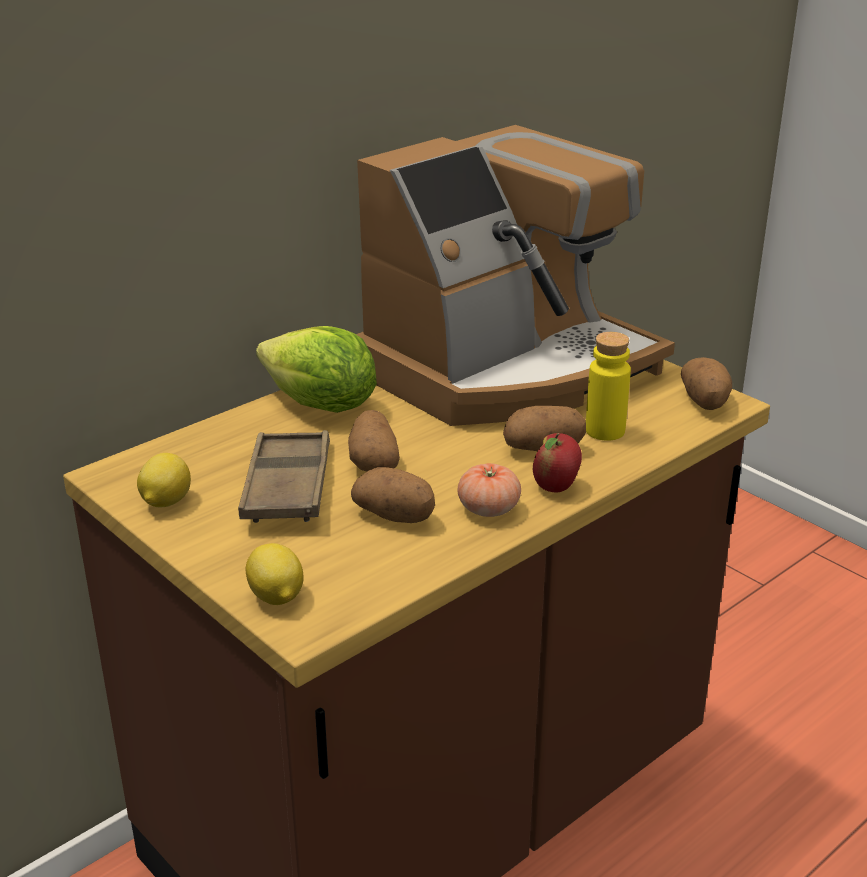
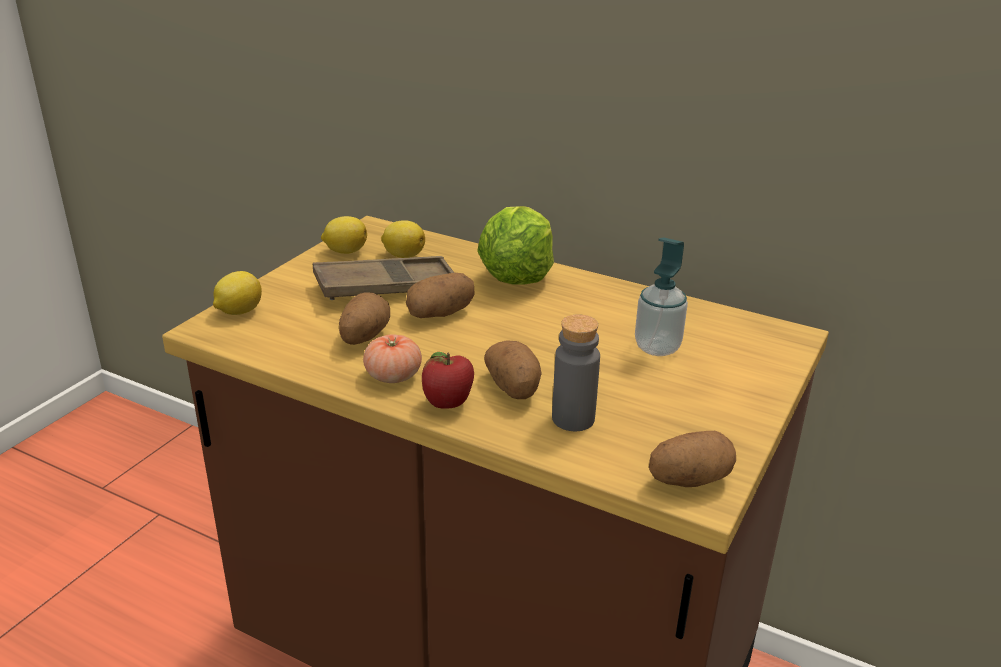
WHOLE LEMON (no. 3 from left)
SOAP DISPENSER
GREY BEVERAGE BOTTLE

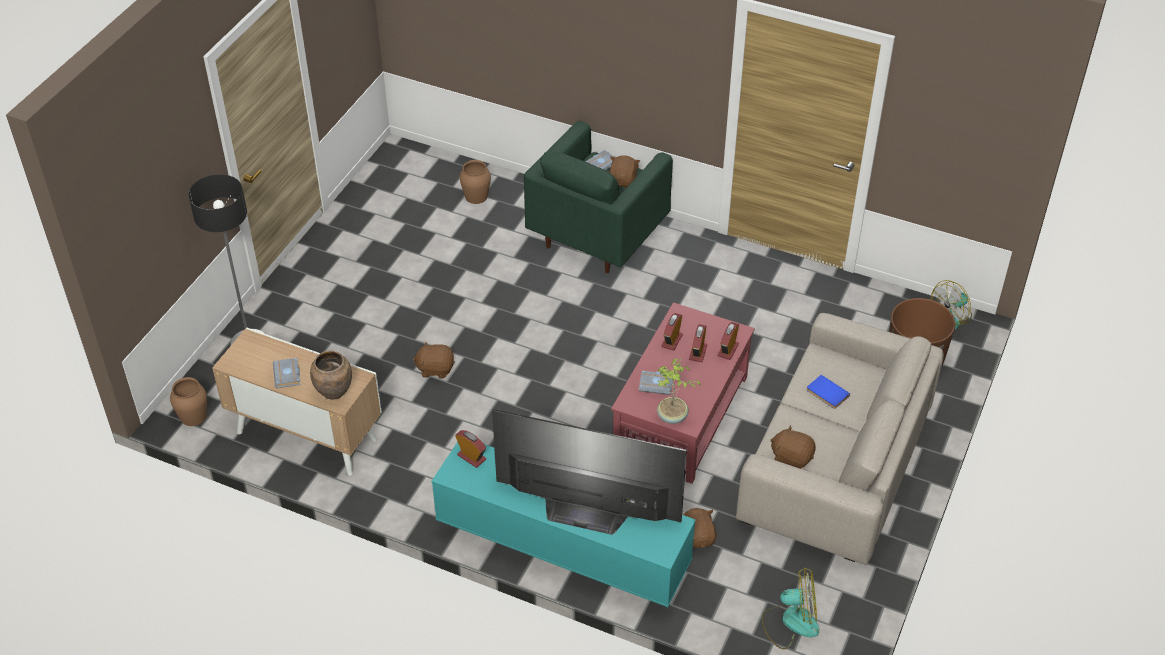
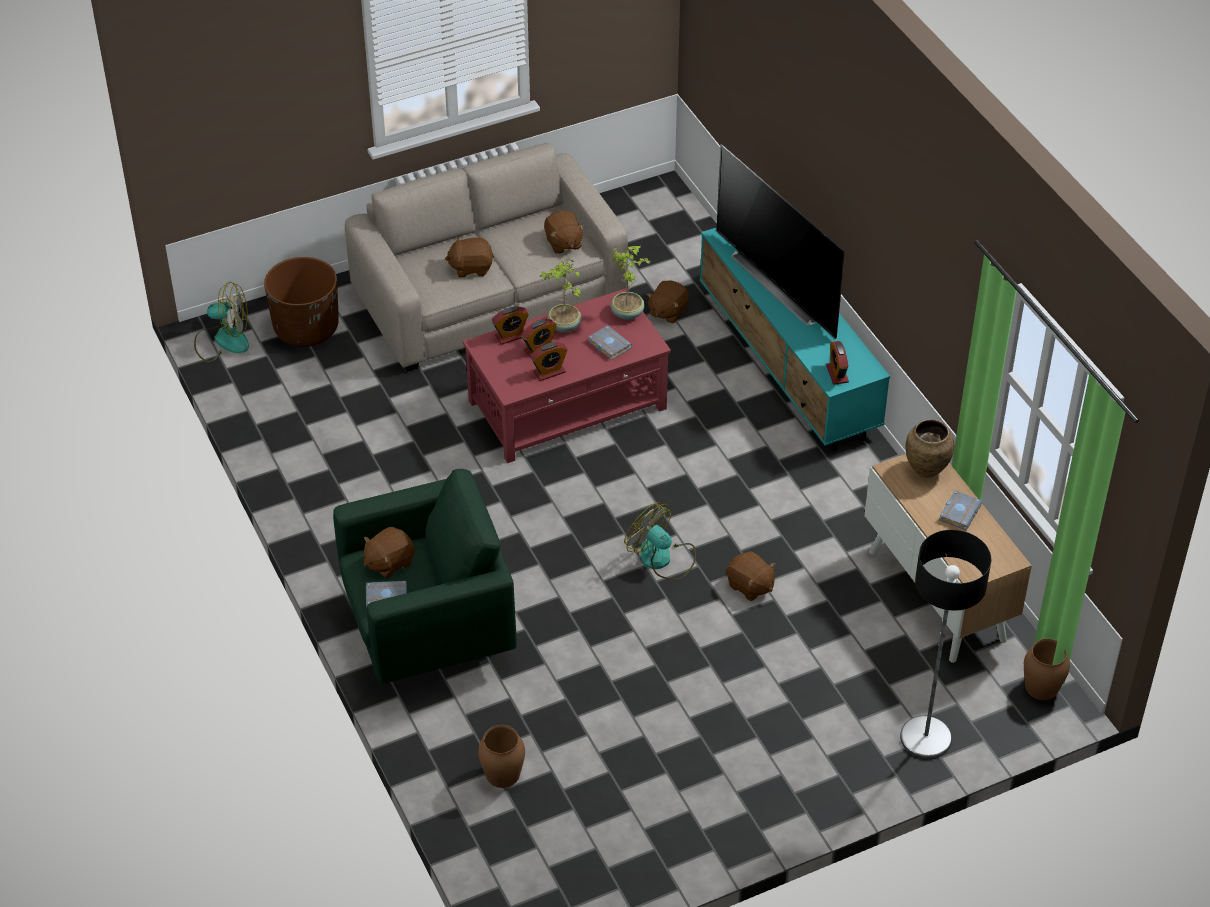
PLANT IN A POT (no. 1 from left)
FAN (no. 2 from left)
BROWN PLUSH TOY (no. 2 from left)

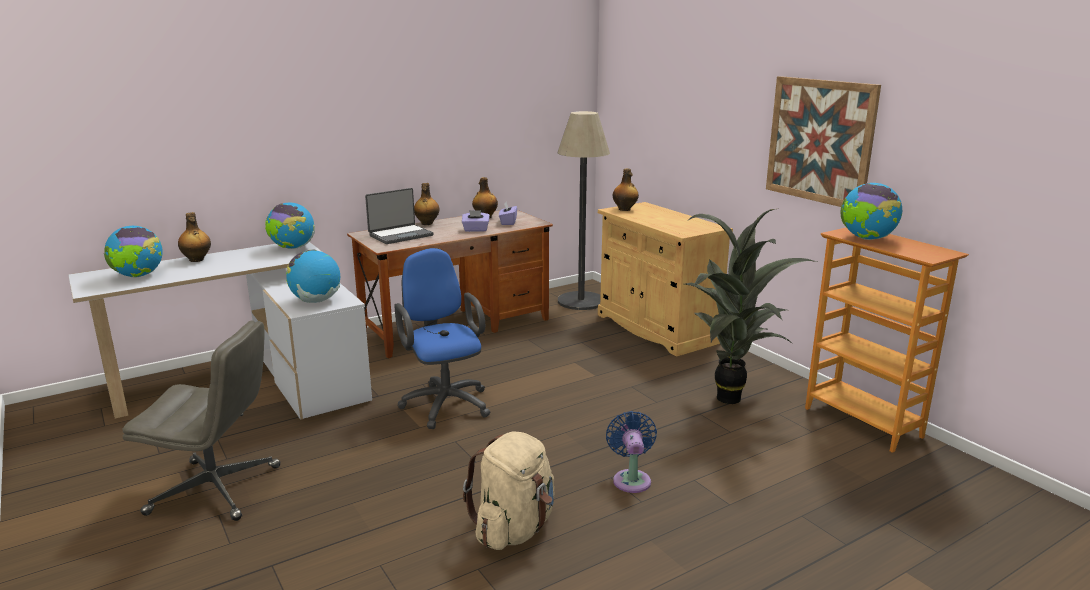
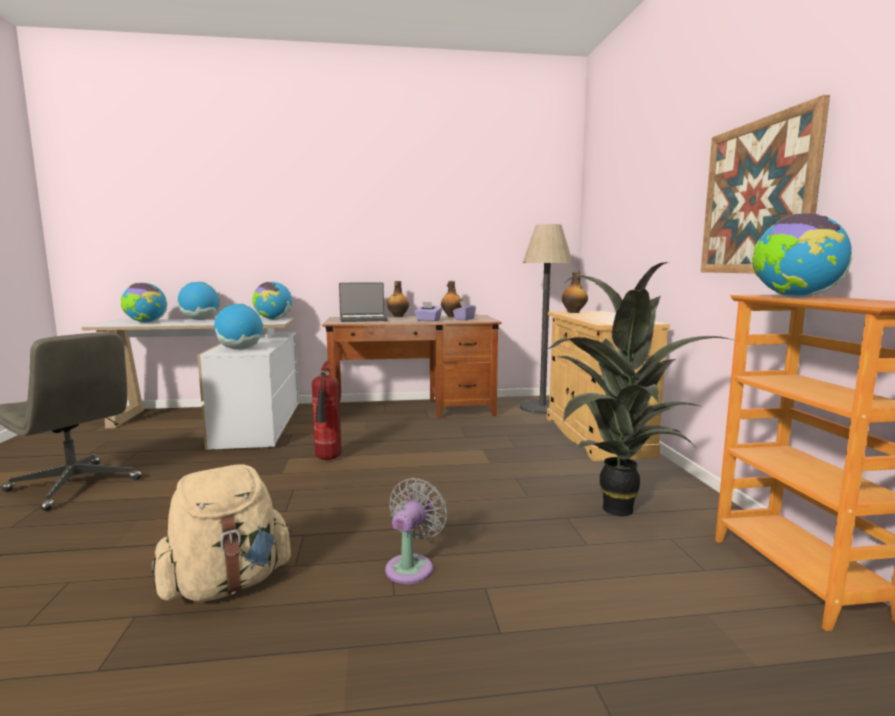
DESK GLOBE (no. 2 from left)
FIRE-FIGHTING CYLINDER
GREY FAN

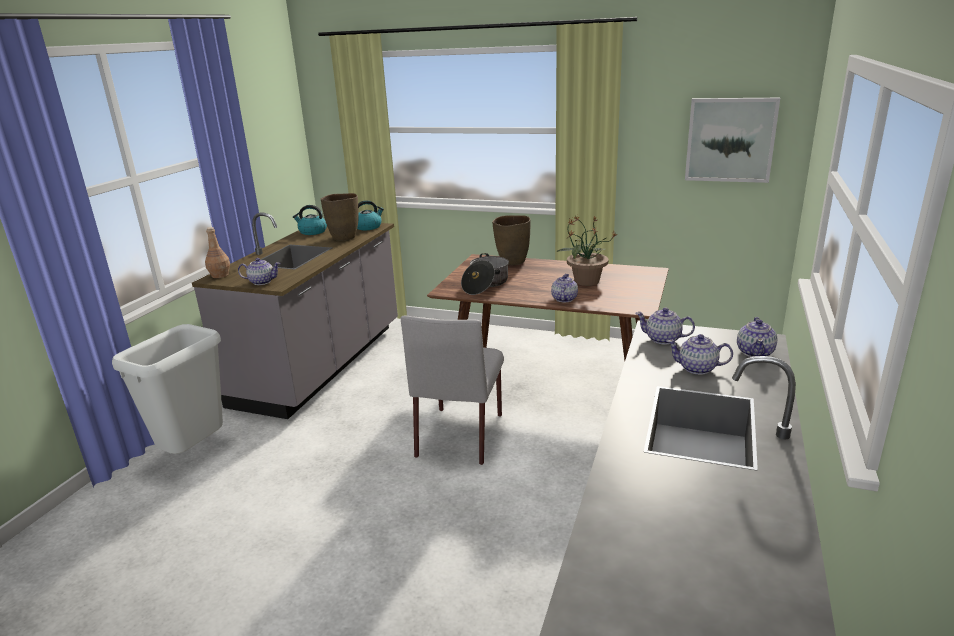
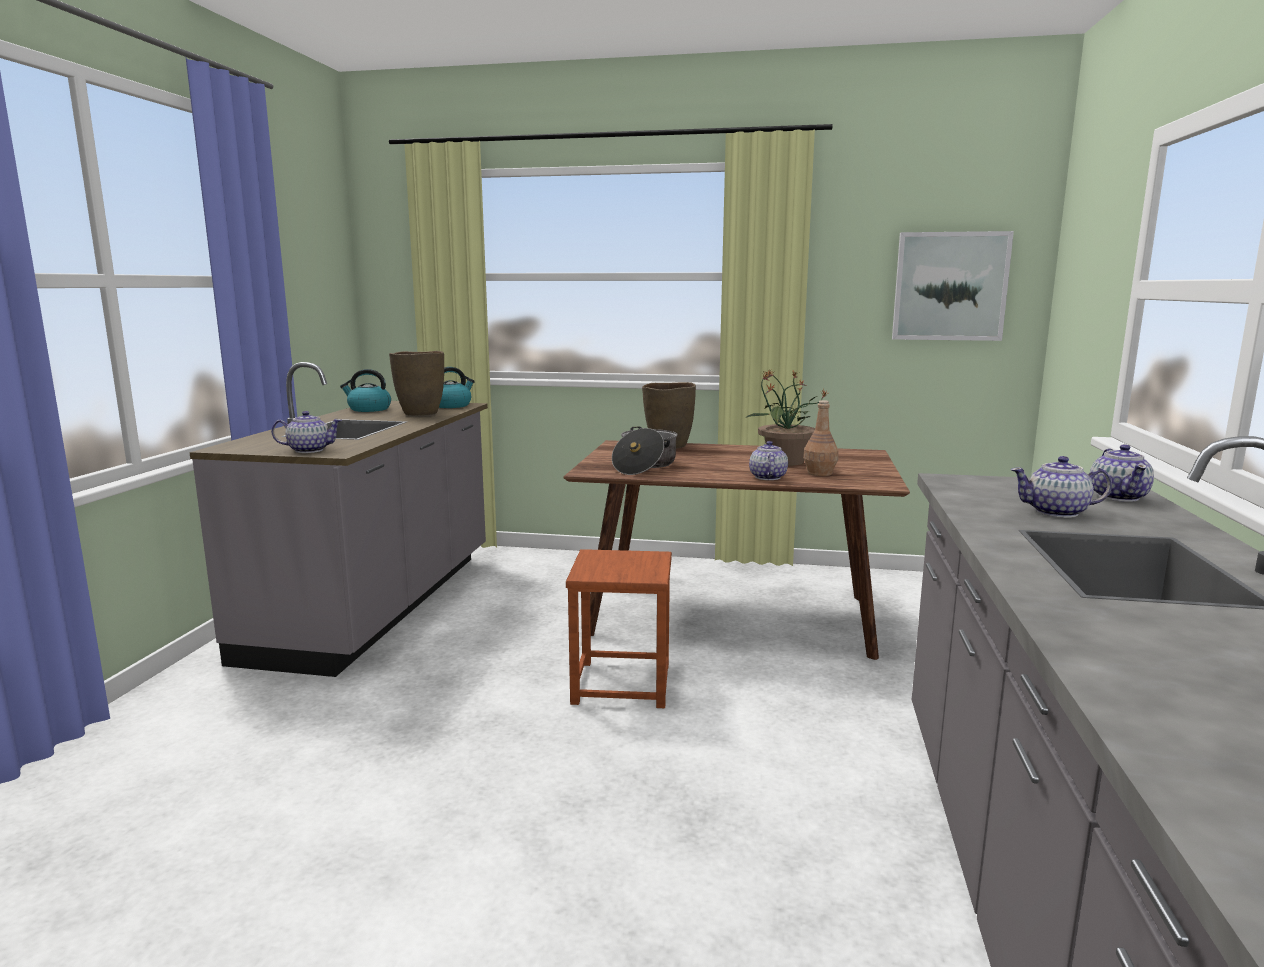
WHITISH RUBBISH BIN
POT FOR TEA (no. 3 from left in the first image)
BROWN BEVERAGE BOTTLE
BROWN STOOL

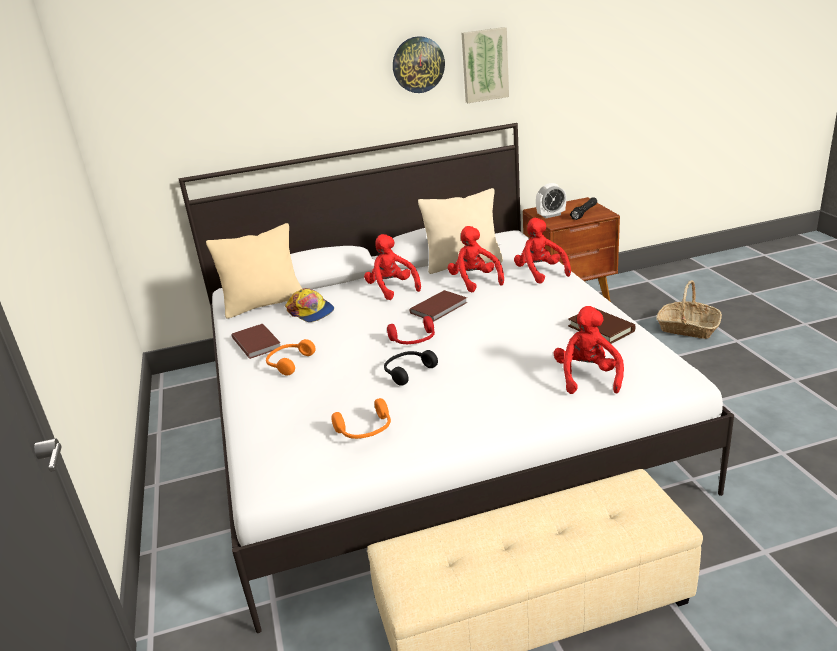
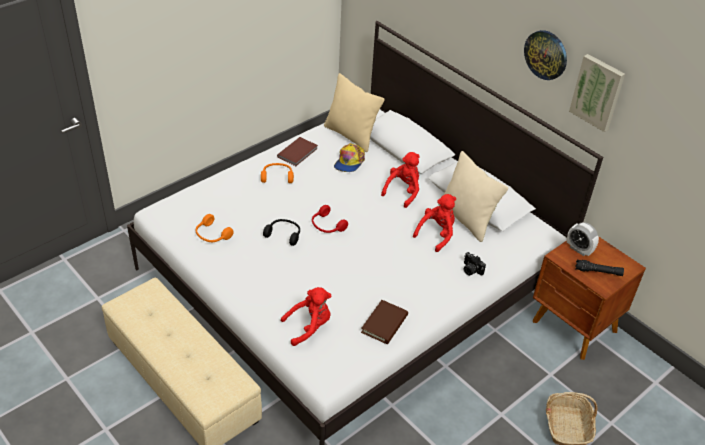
BROWN BOUND BOOK (no. 2 from left in the first image)
STILL CAMERA

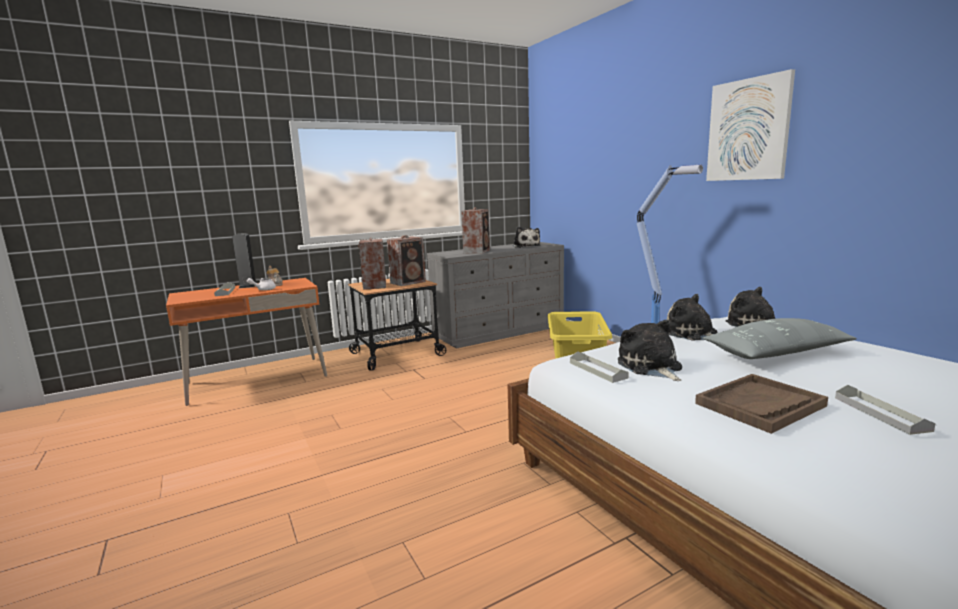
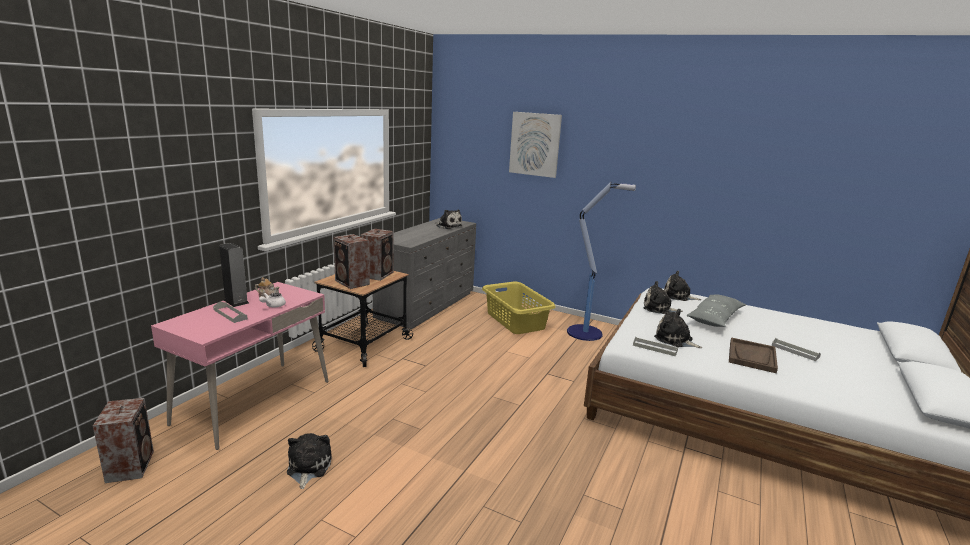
PLUSH TOY (no. 1 from left)
SPEAKER (no. 1 from left)
WALL PICTURE
PINK DESK UNIT

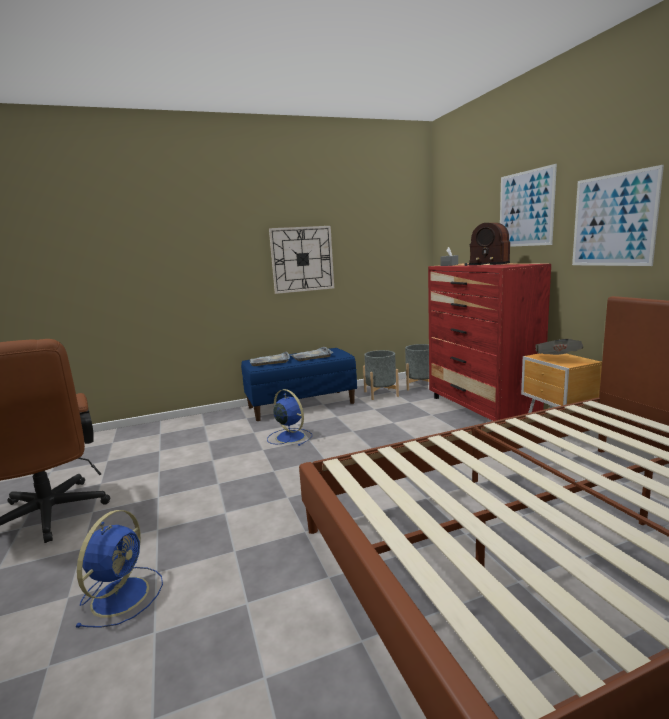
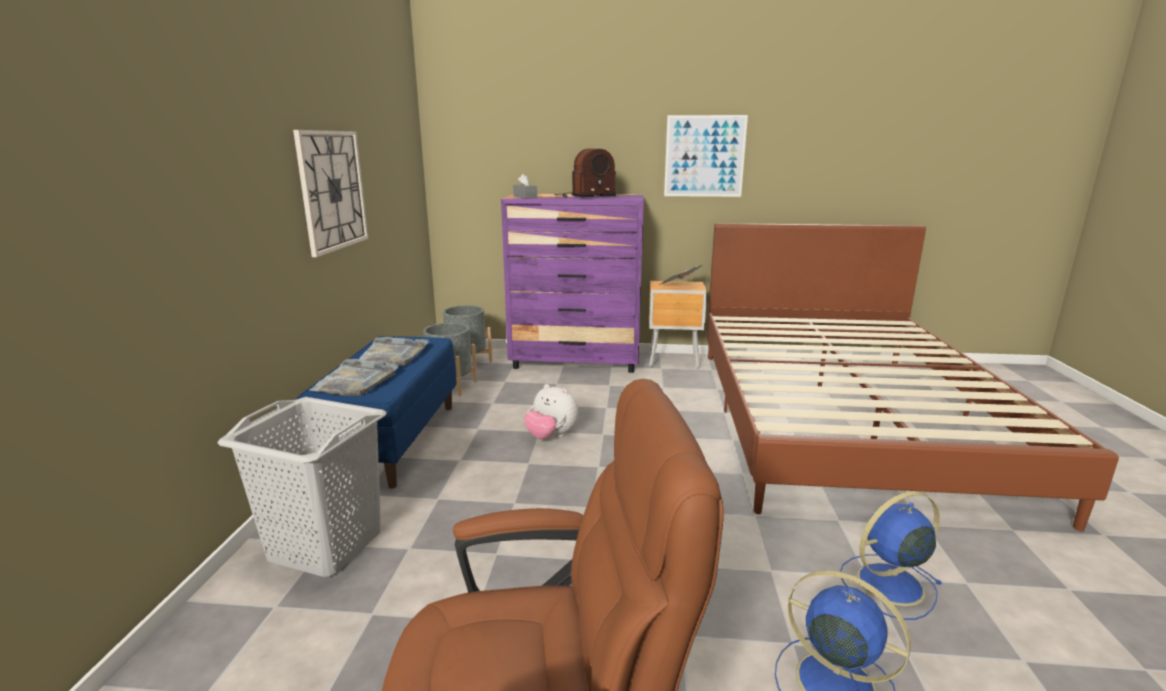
WALL PICTURE (no. 1 from left in the first image)
GREY LAUNDRY BASKET
PLUSH TOY
BLUE-COLOURED FAN (no. 2 from left)
PURPLE-COLOURED CHEST OF DRAWERS

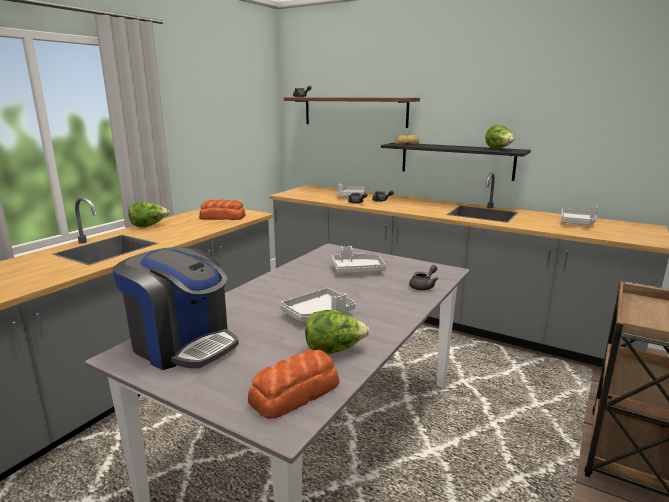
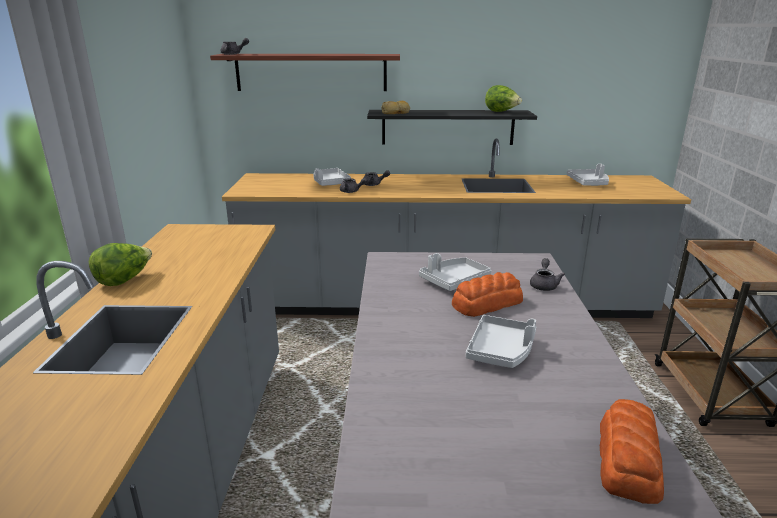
COFFEE MAKER
LETTUCE HEAD (no. 2 from left in the first image)
BAKERY BREAD (no. 2 from left)

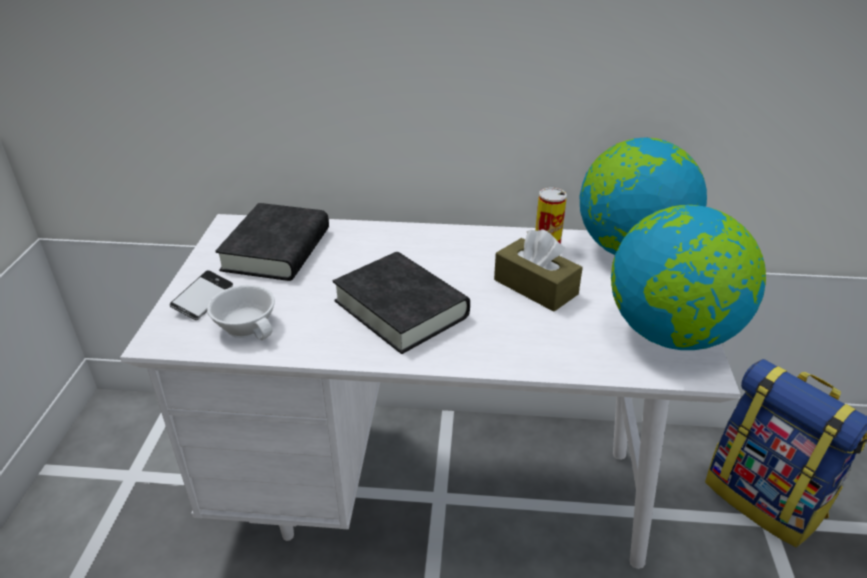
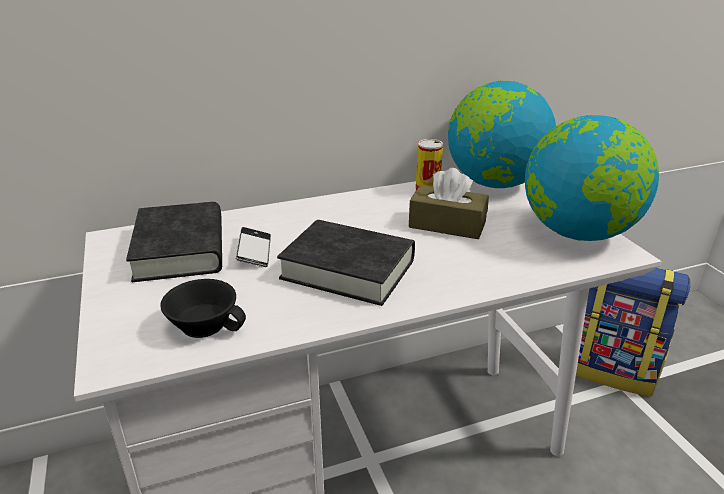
HANDSET
BLACK-COLOURED DRINKING CUP

